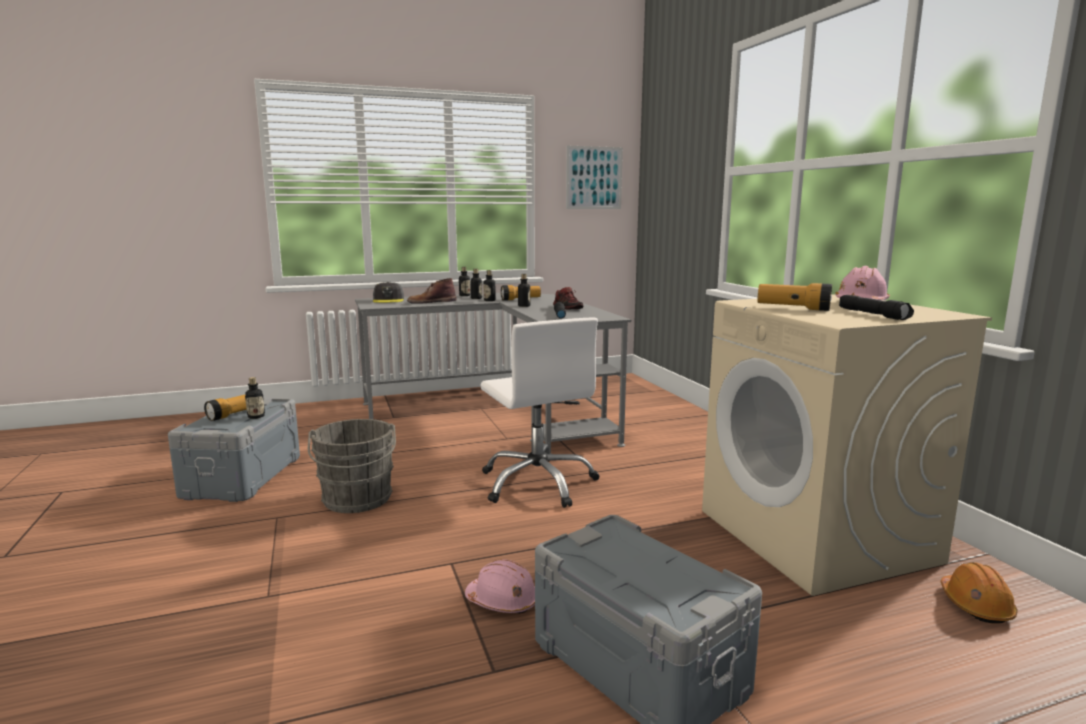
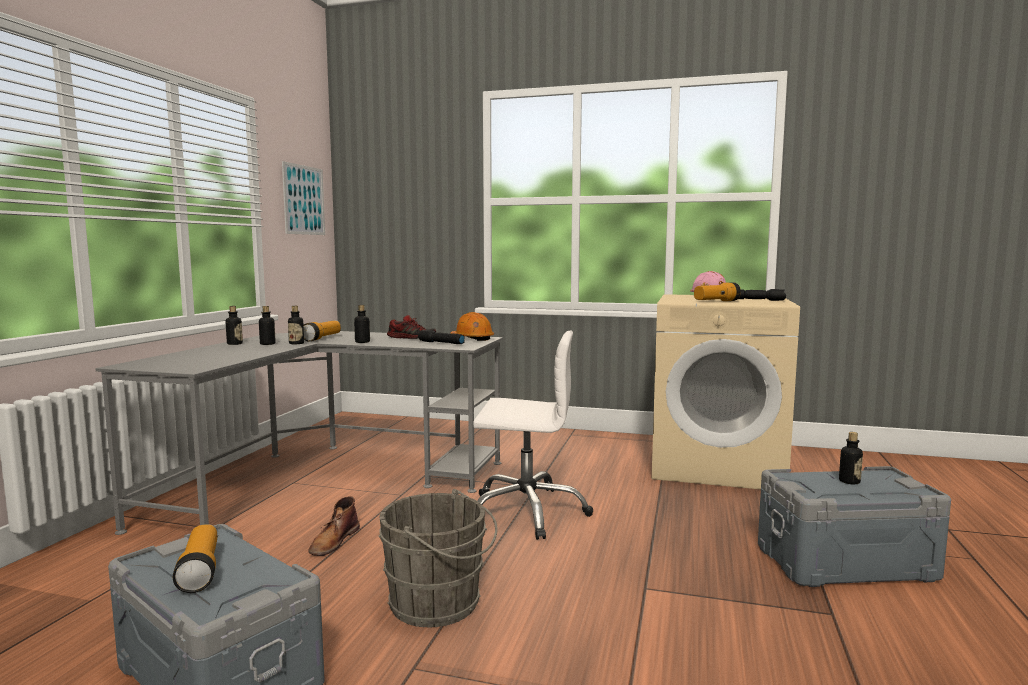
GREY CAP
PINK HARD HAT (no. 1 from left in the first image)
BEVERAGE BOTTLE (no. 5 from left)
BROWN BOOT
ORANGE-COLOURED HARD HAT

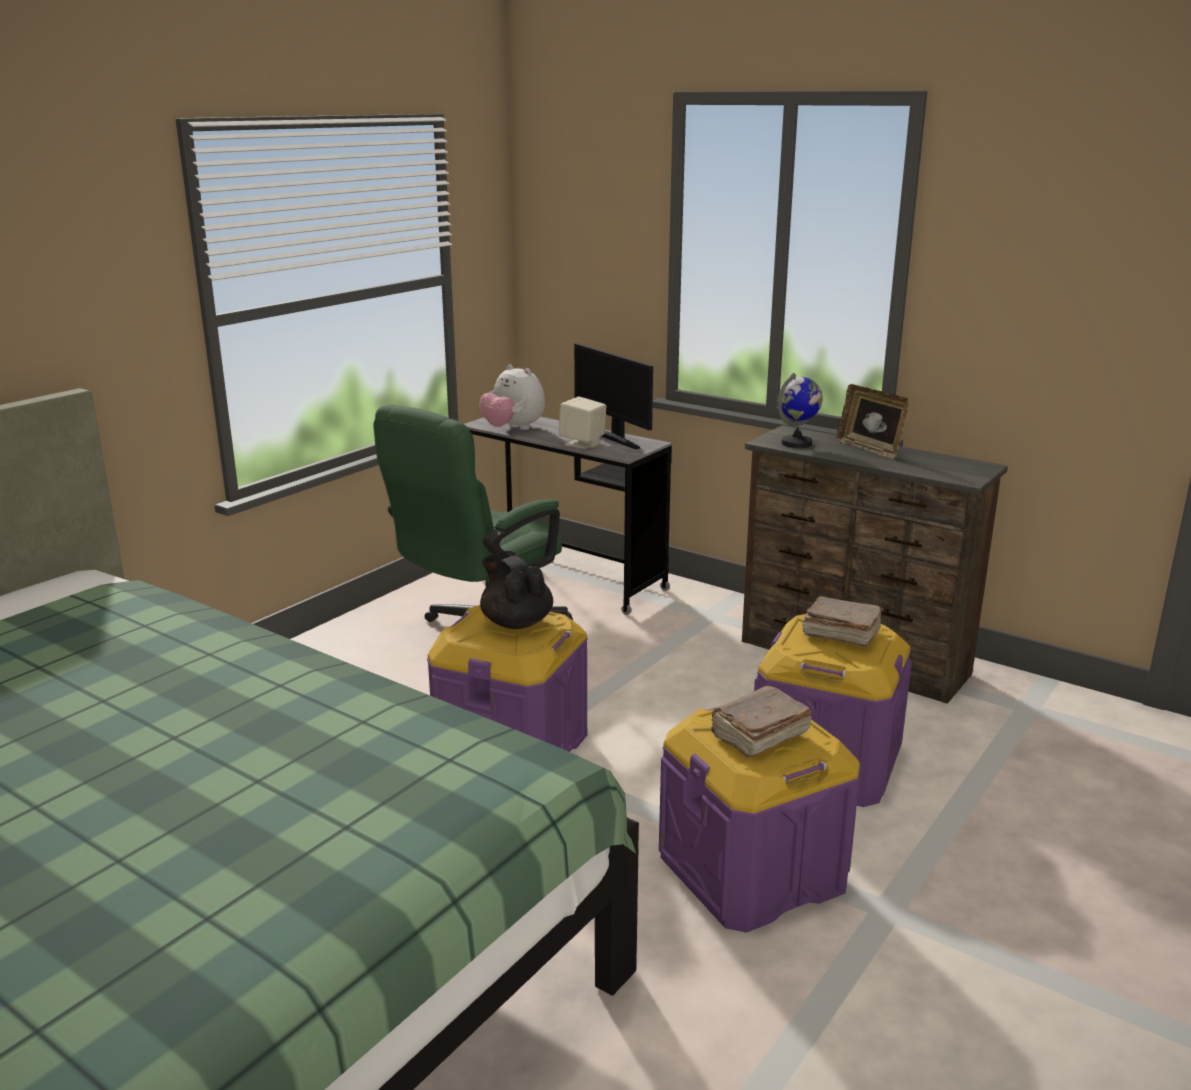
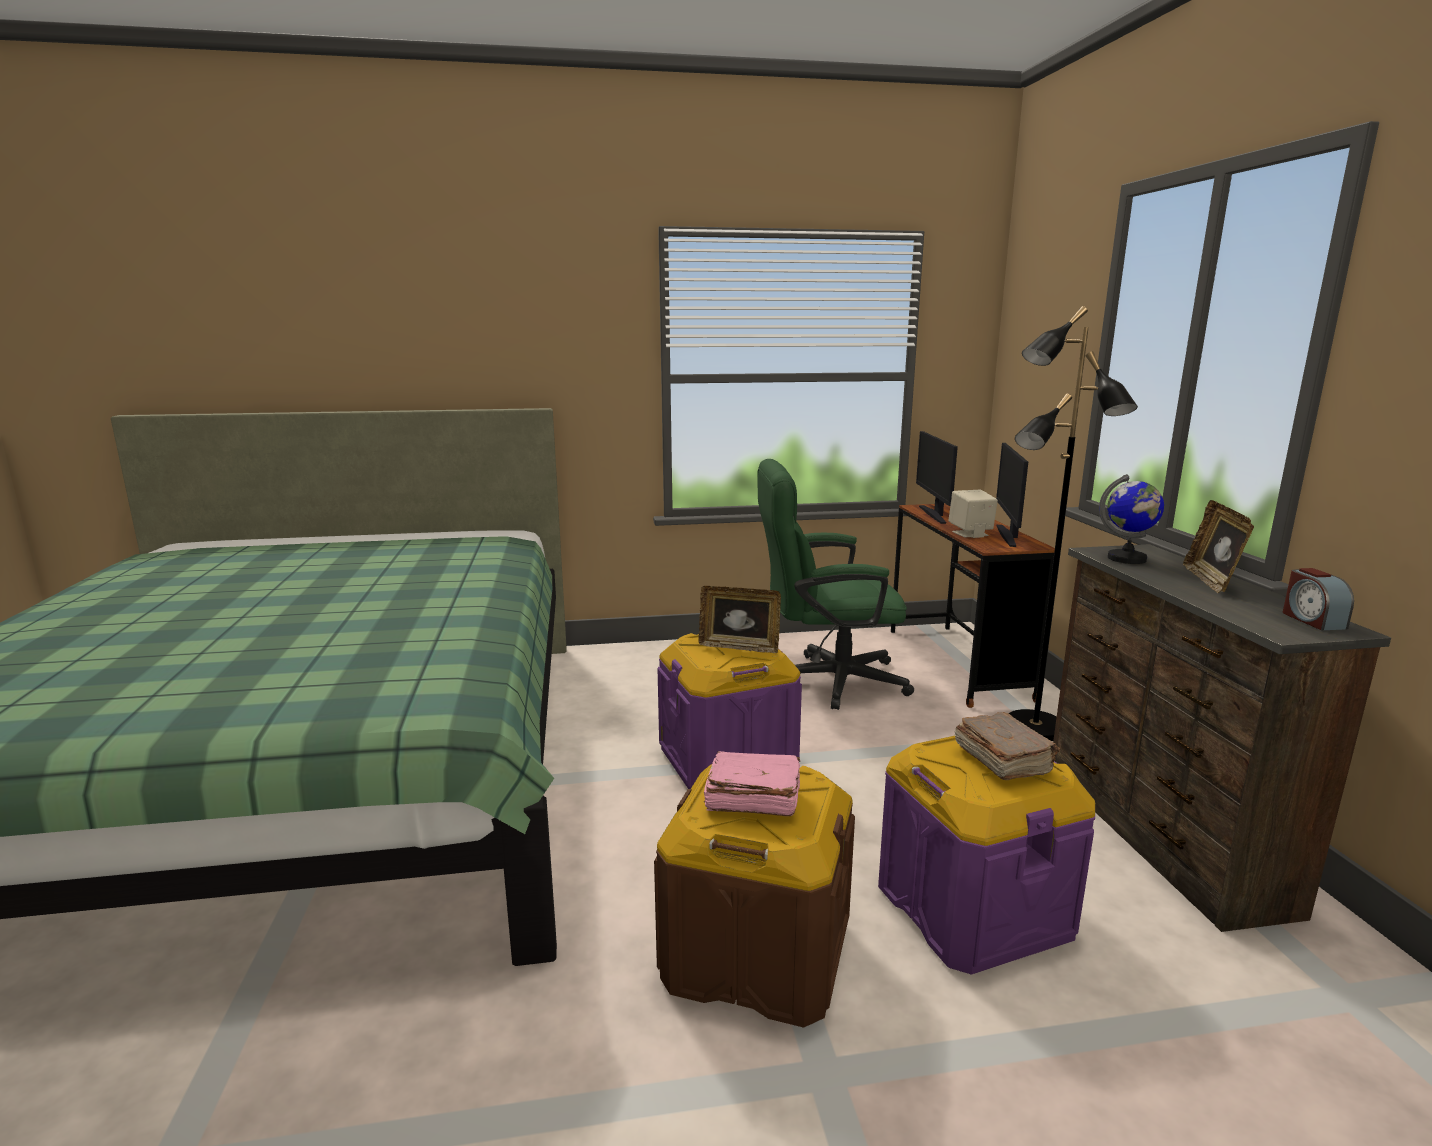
BLACK-COLOURED STANDING LAMP
TABLE CLOCK
MONITOR (no. 1 from left)
PHOTO FRAME (no. 1 from left)
BROWN DESK UNIT
BROWN STORAGE BOX
PINK BOUND BOOK

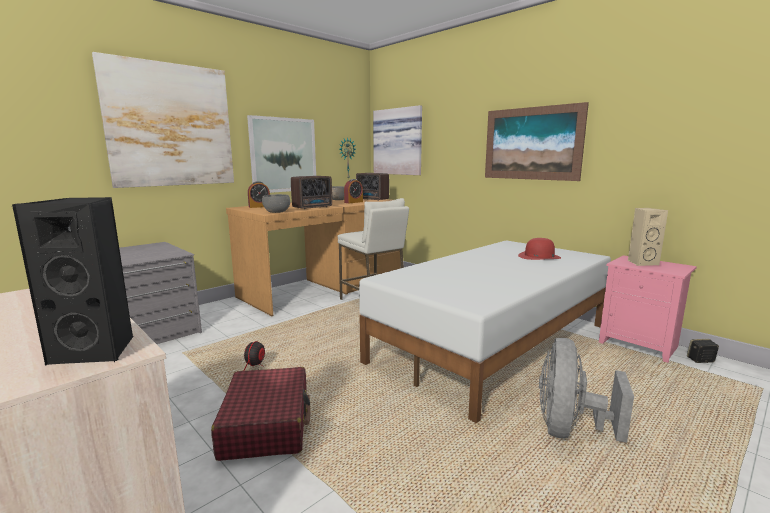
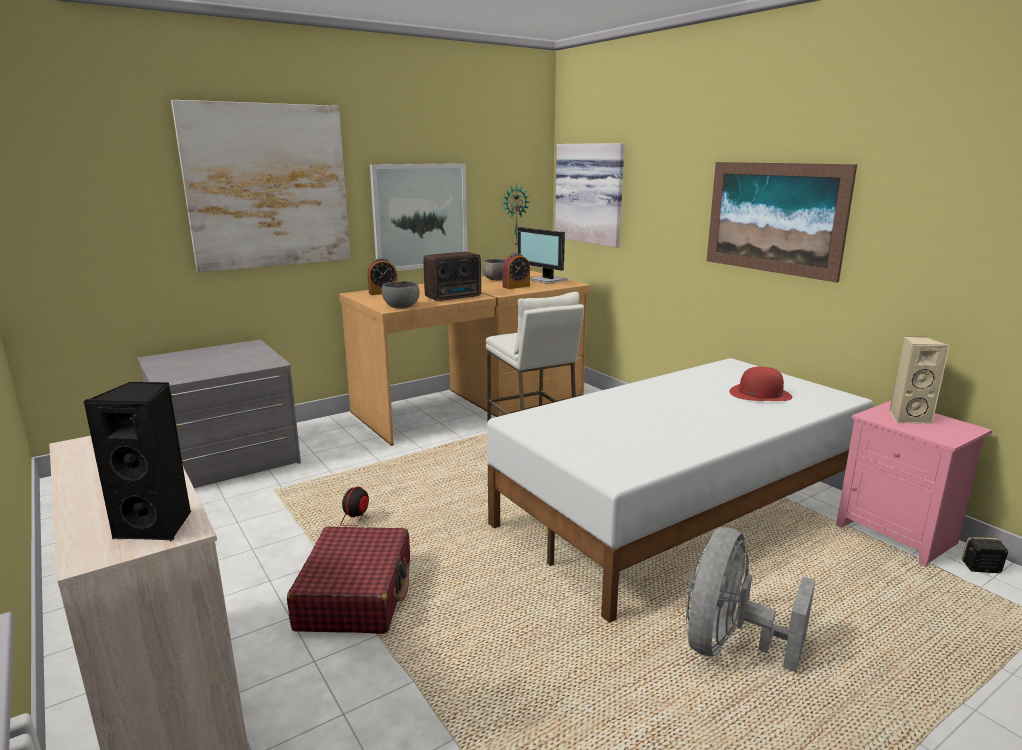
MONITOR

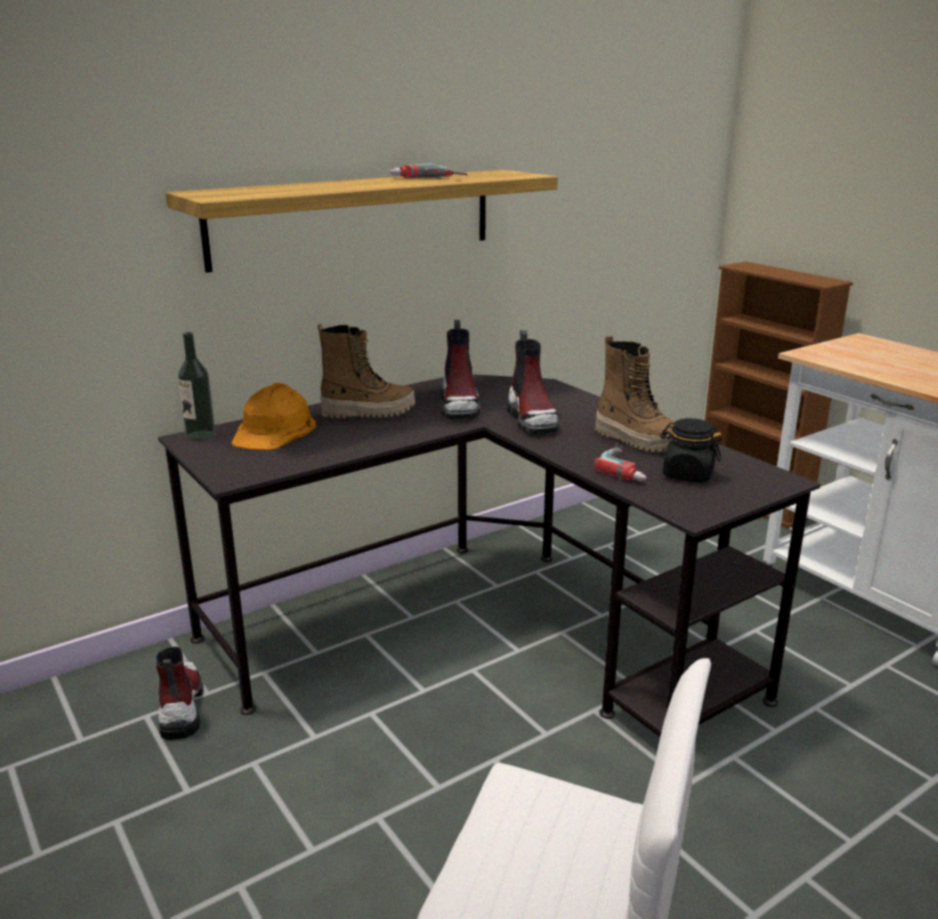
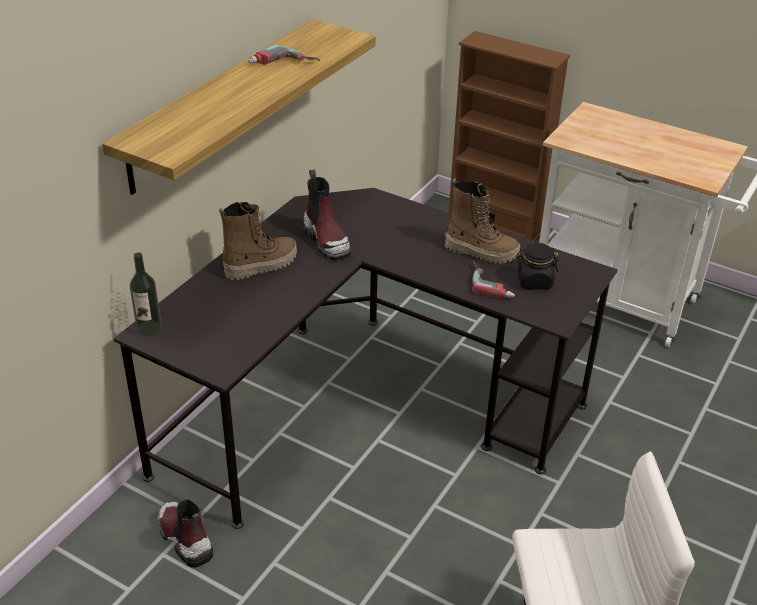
ORANGE-COLOURED HARD HAT
BOOT (no. 4 from left in the first image)

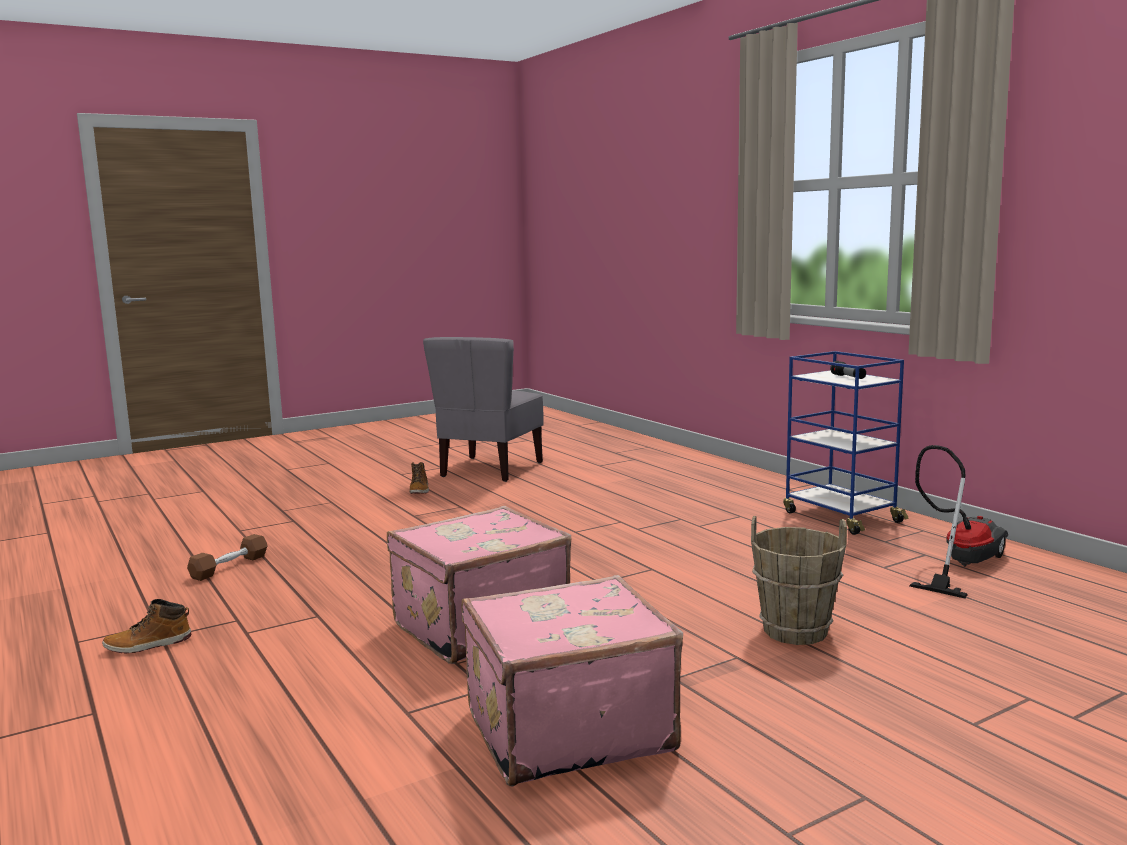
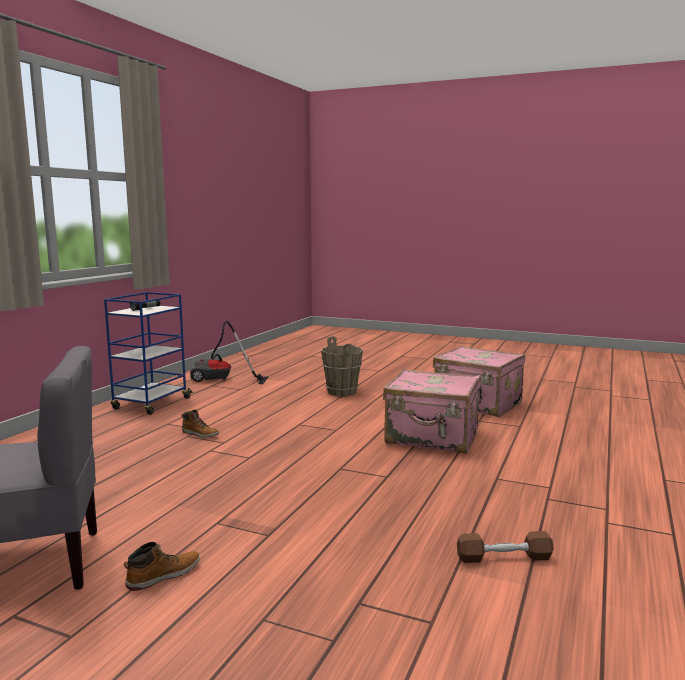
BOOT (no. 2 from left)

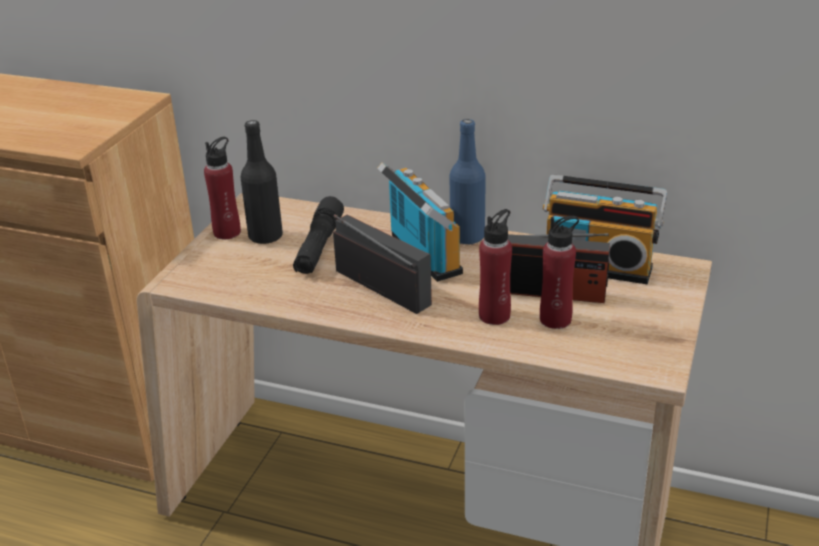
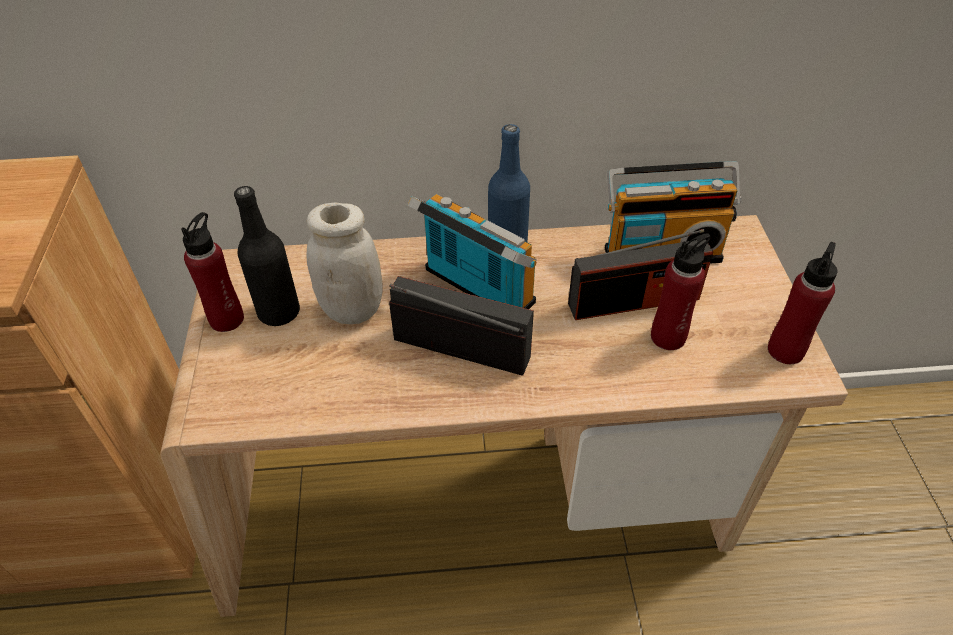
REDDISH BEVERAGE BOTTLE (no. 3 from left)
WHITISH JAR

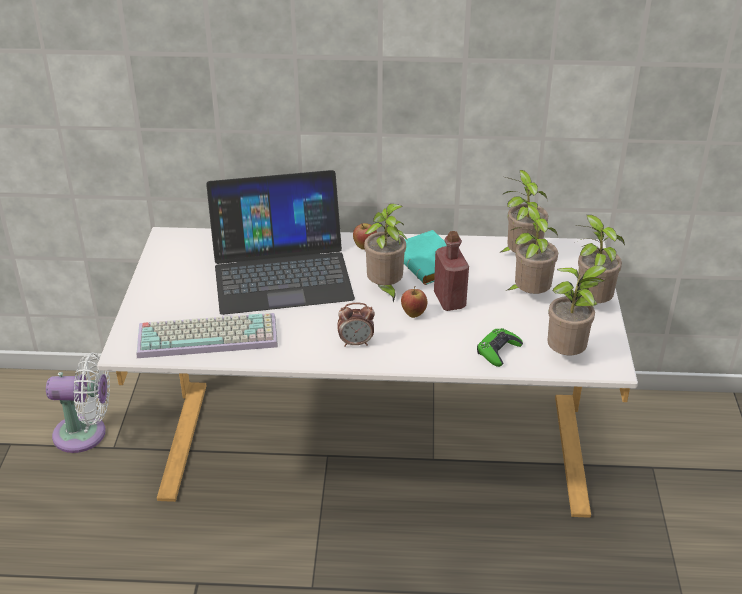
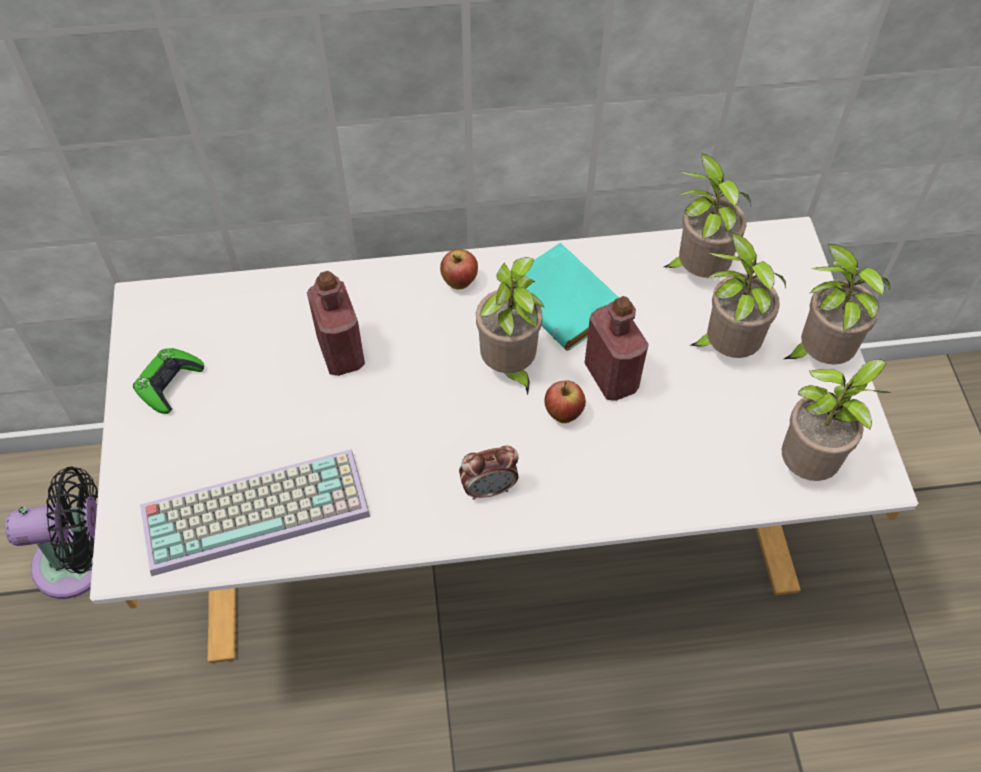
GREEN-COLOURED GAMEPAD
REDDISH BEVERAGE BOTTLE (no. 1 from left)
BLACK-COLOURED FAN

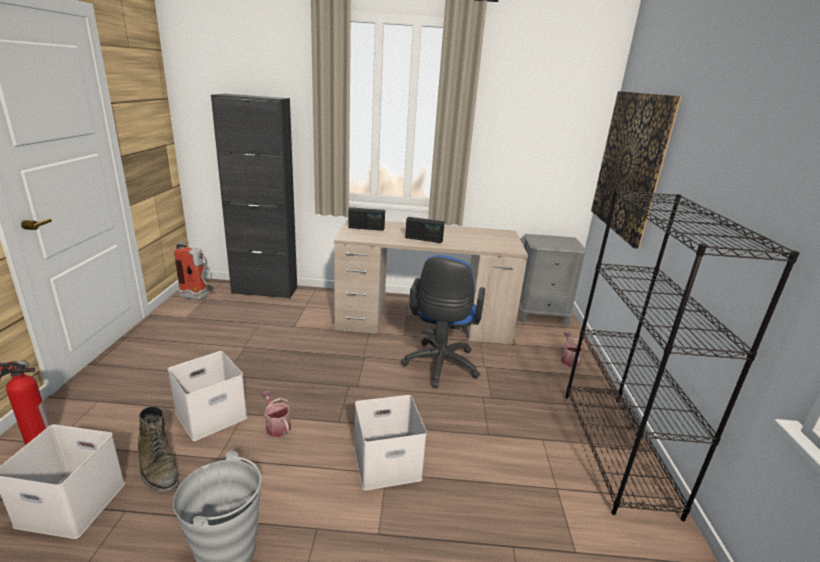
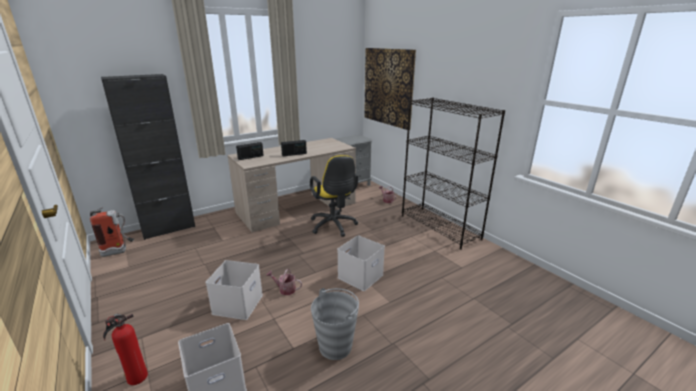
GREEN-COLOURED BOOT
YELLOW OFFICE CHAIR

